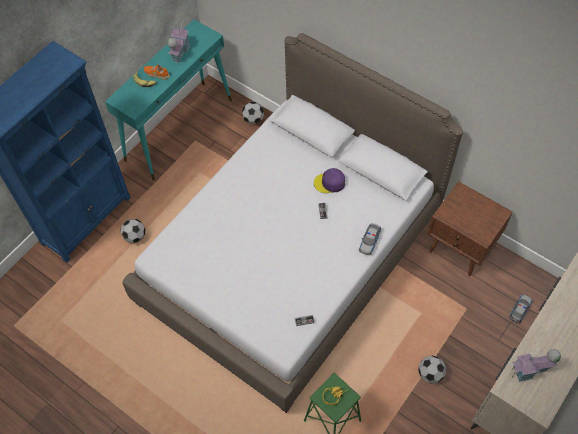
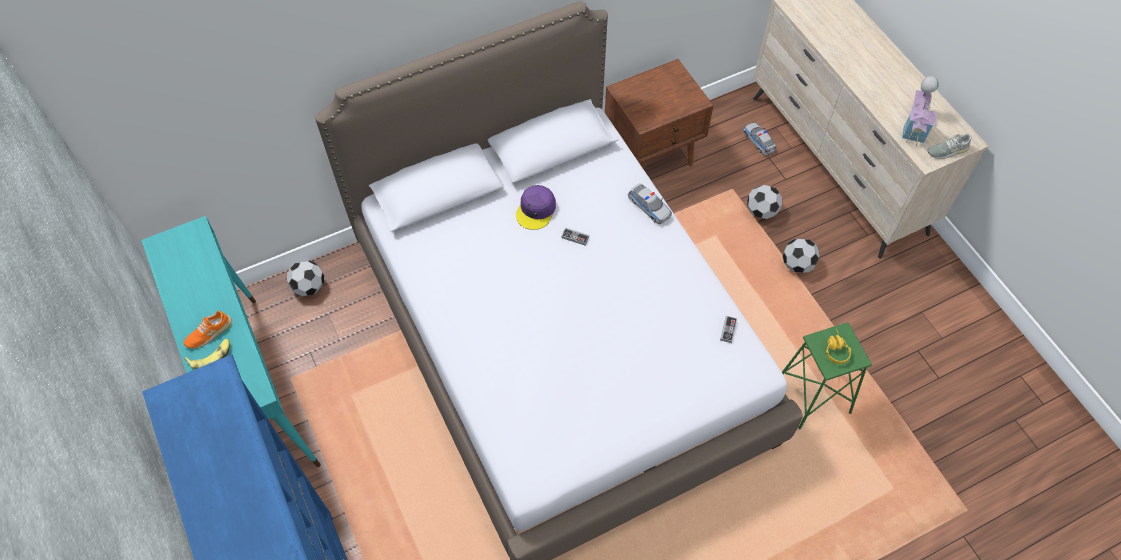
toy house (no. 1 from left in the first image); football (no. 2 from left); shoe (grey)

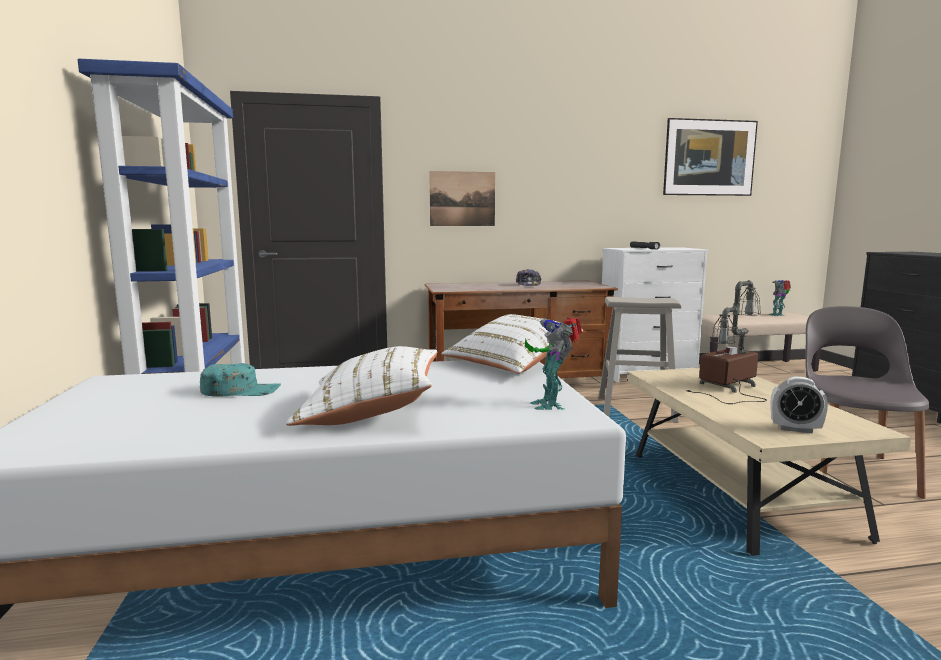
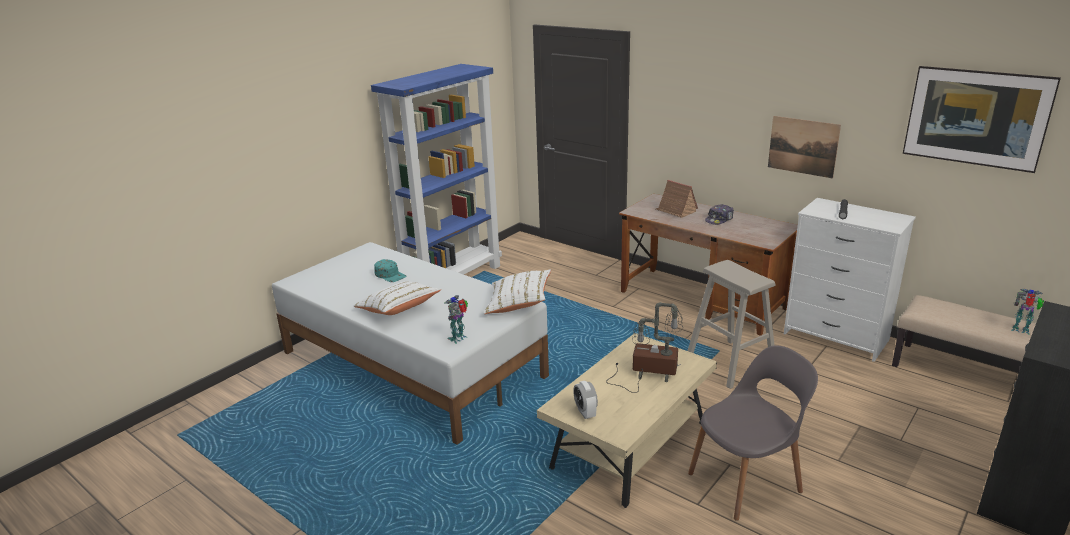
picture (no. 1 from left); toy house

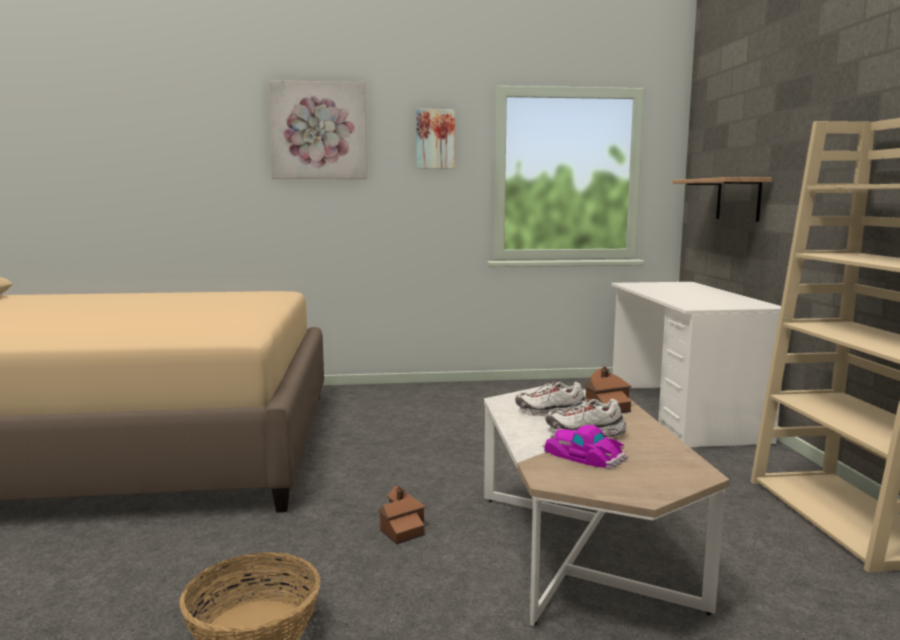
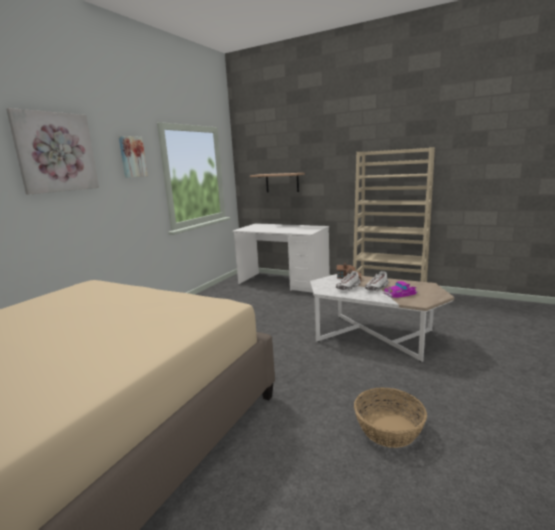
toy house (no. 1 from left in the first image)

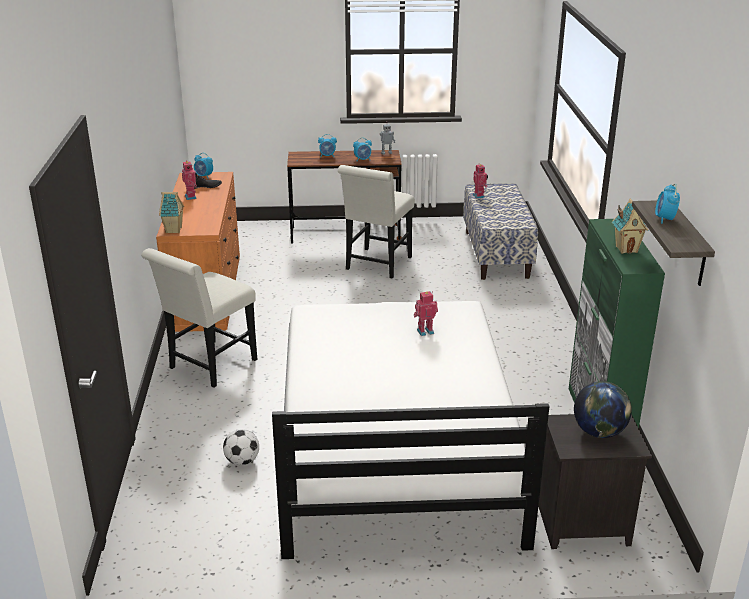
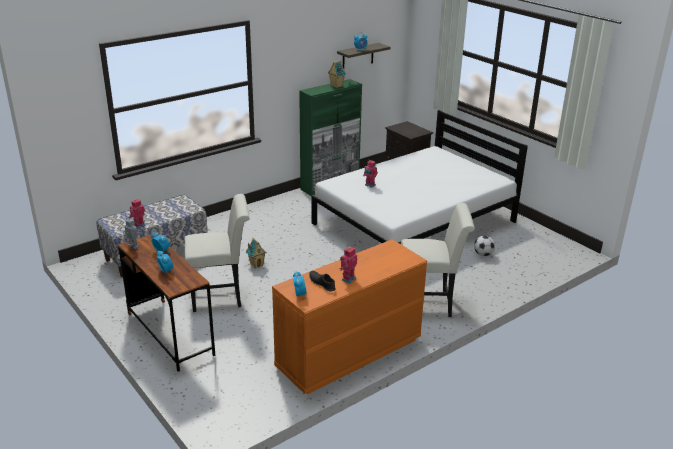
toy house (no. 1 from left); globe

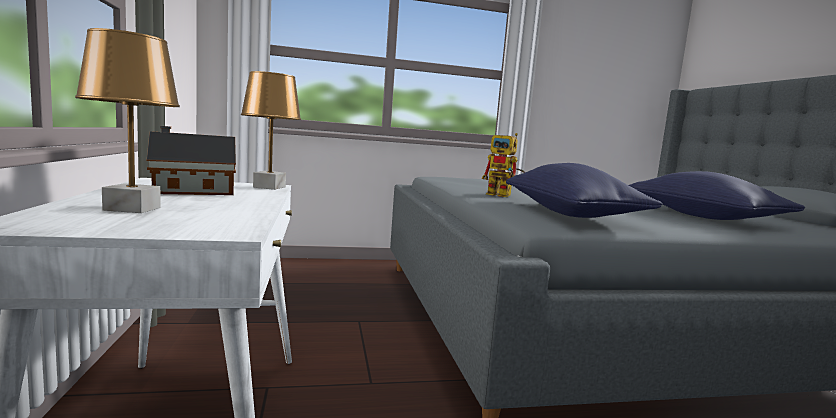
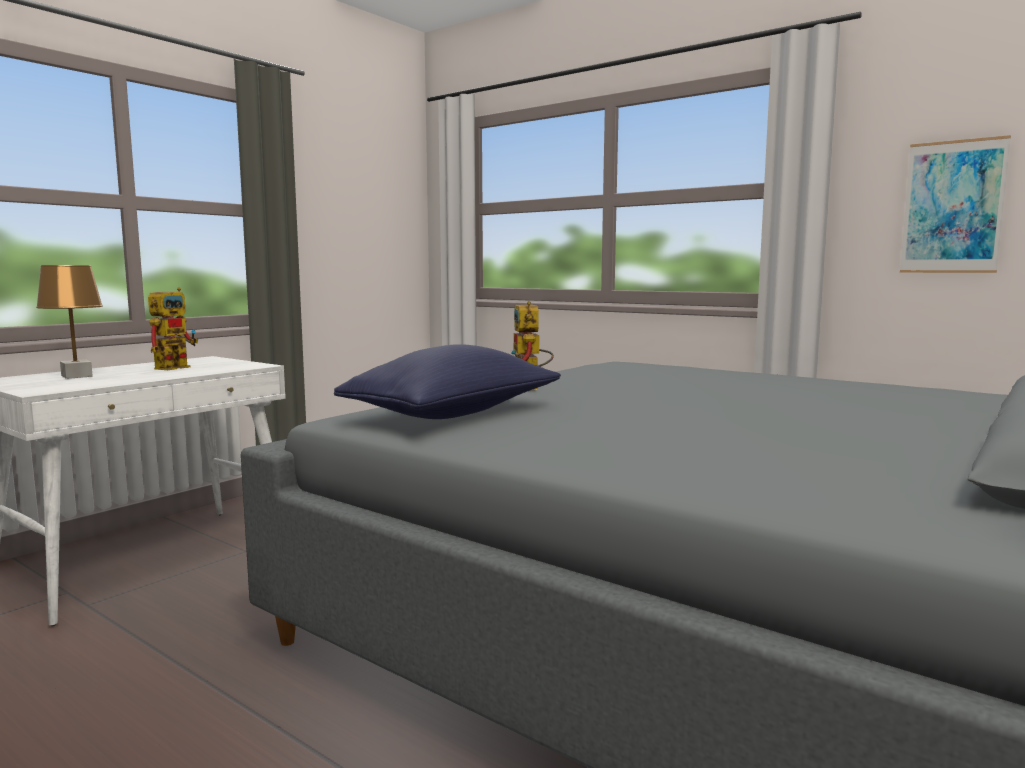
table lamp (brown) (no. 2 from left in the first image); toy robot (no. 1 from left); pillow (blue) (no. 2 from left in the first image); picture

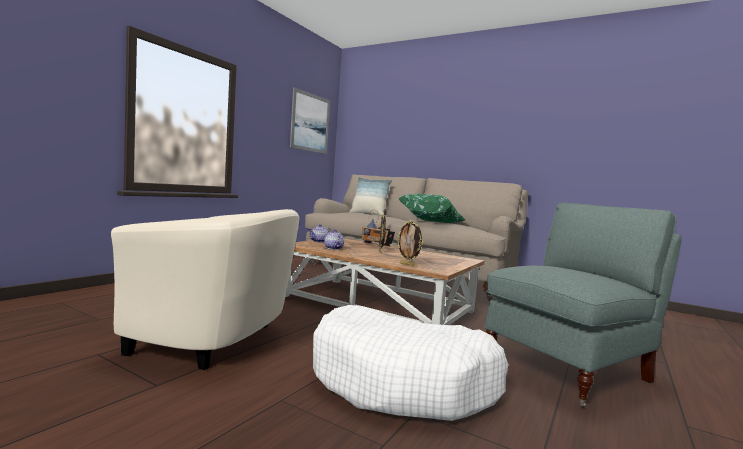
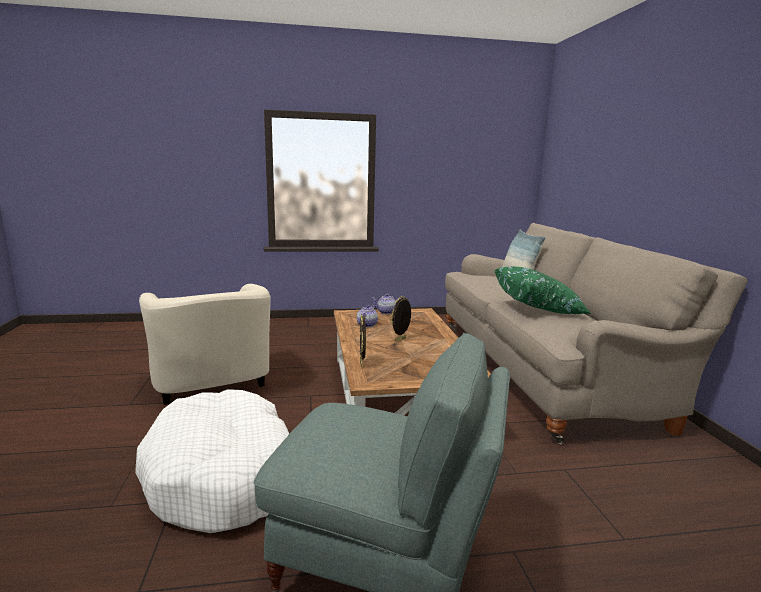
picture; radio

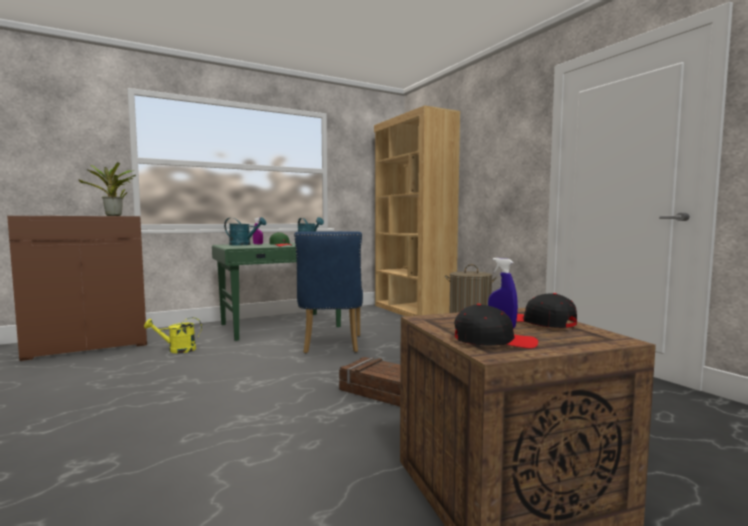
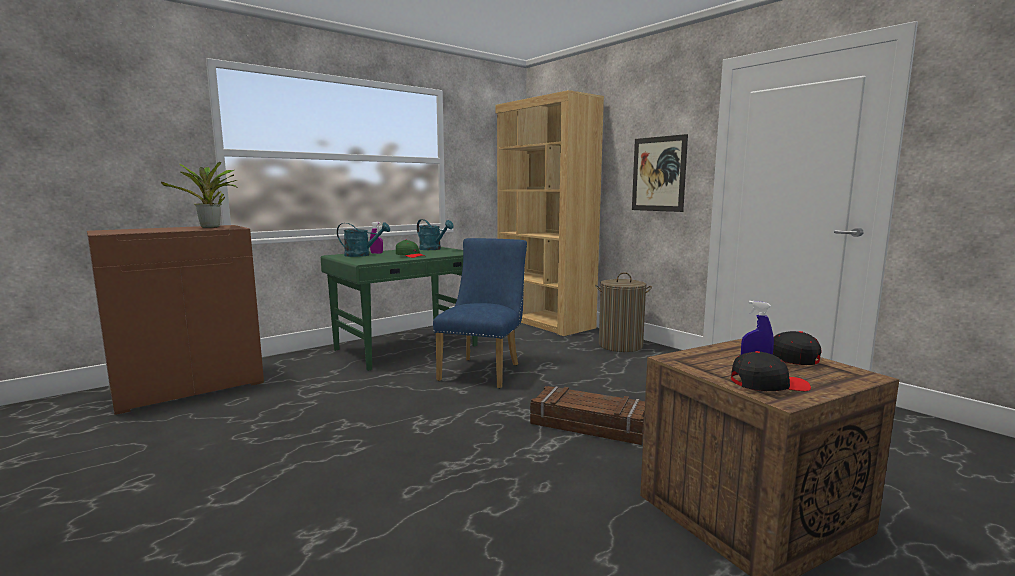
chair (blue); watering can (yellow); picture

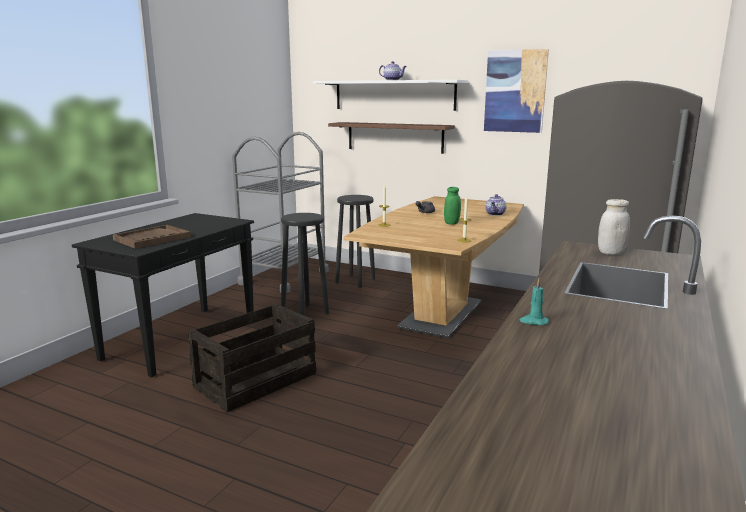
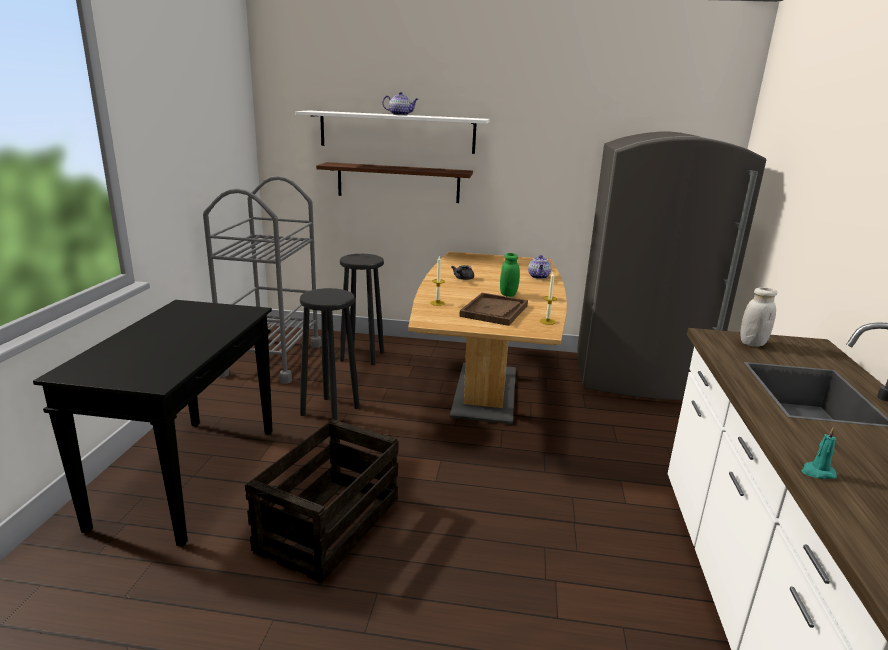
picture; tray (brown)

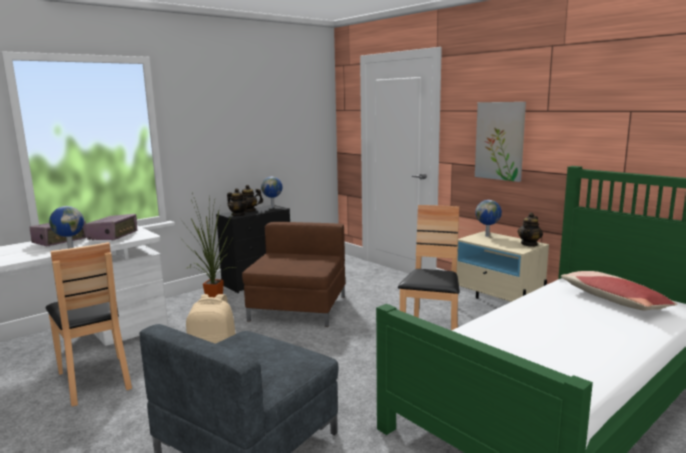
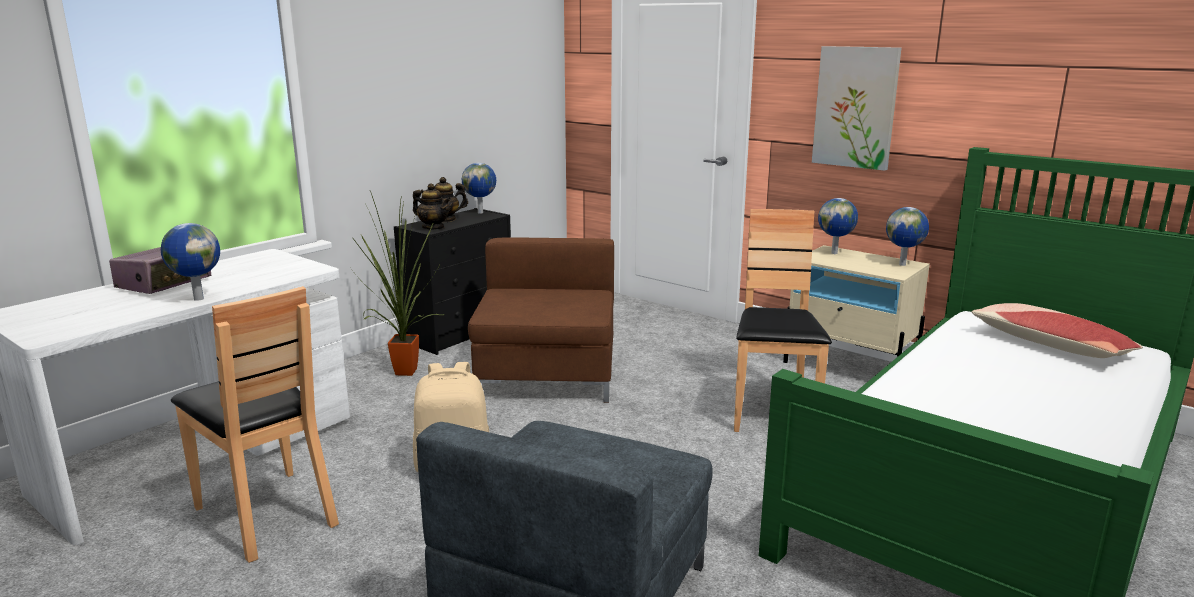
globe (no. 4 from left); radio (no. 2 from left in the first image)

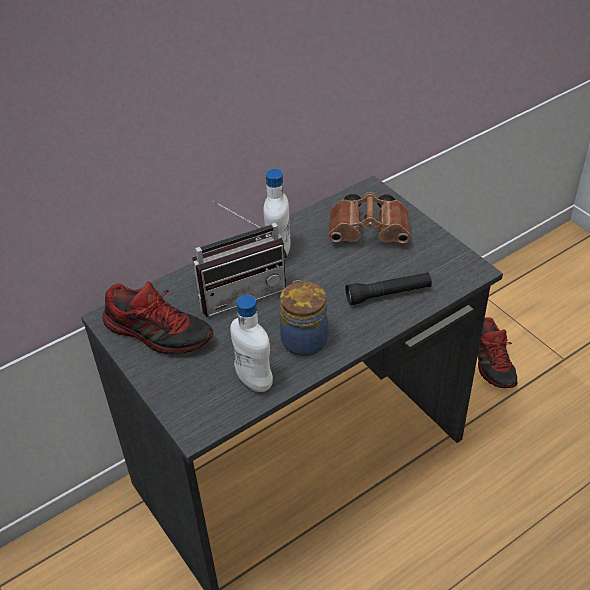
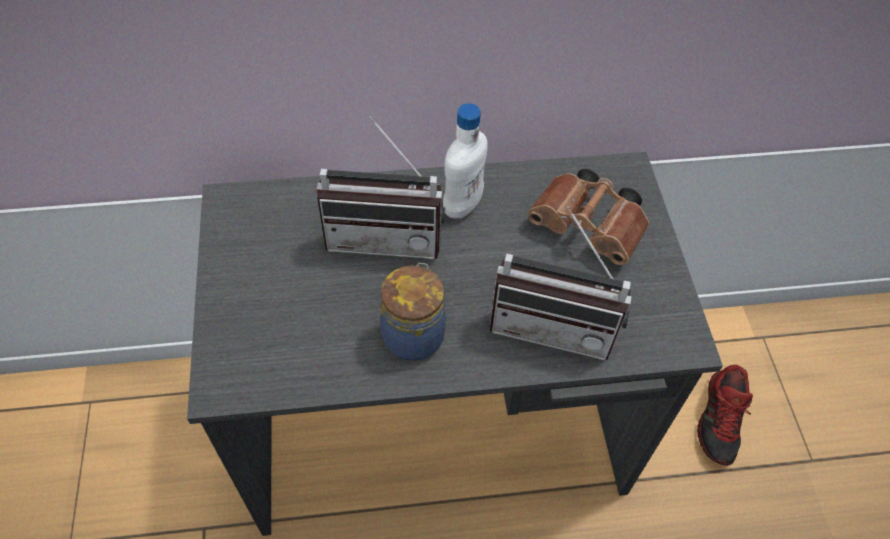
radio (no. 2 from left); shoe (no. 1 from left in the first image); bottle (white) (no. 1 from left in the first image)

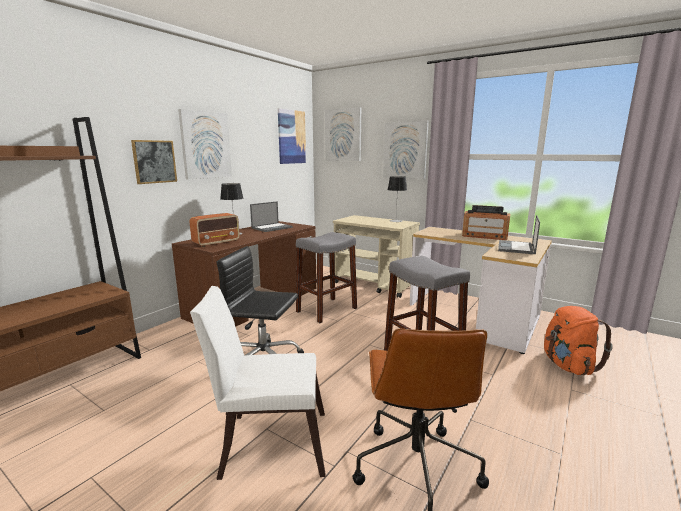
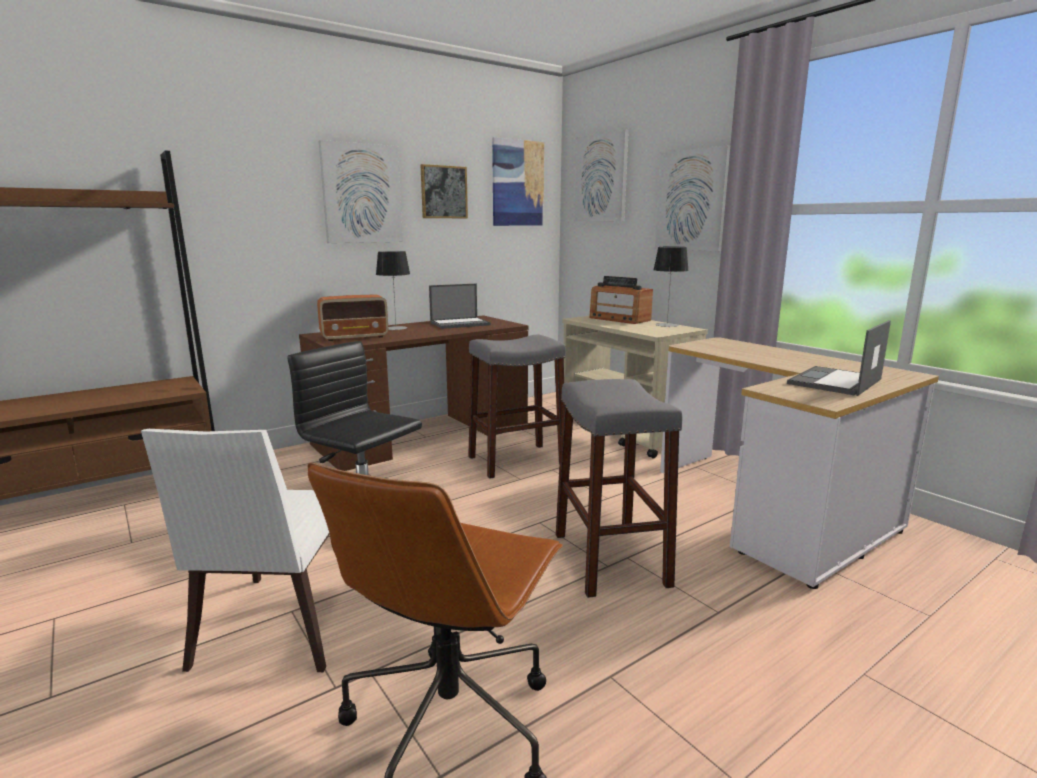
picture (no. 2 from left); radio (no. 2 from left); chair (white); backpack (orange)

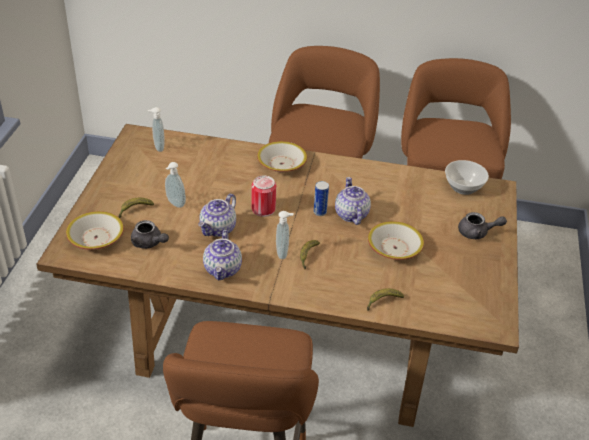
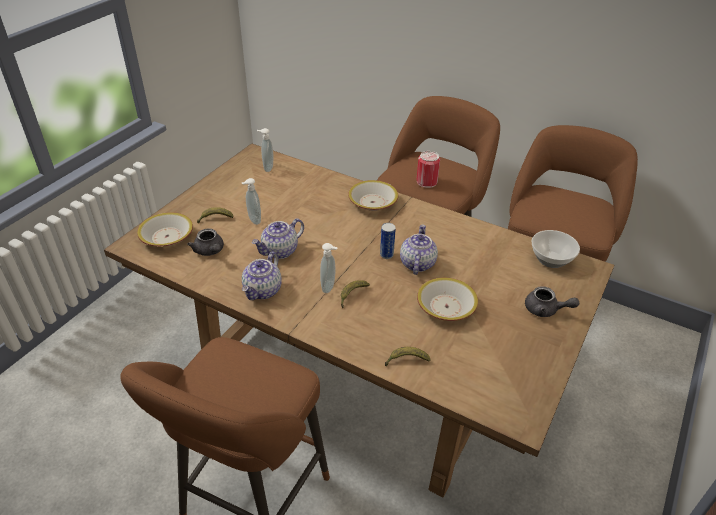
can (no. 2 from left)

